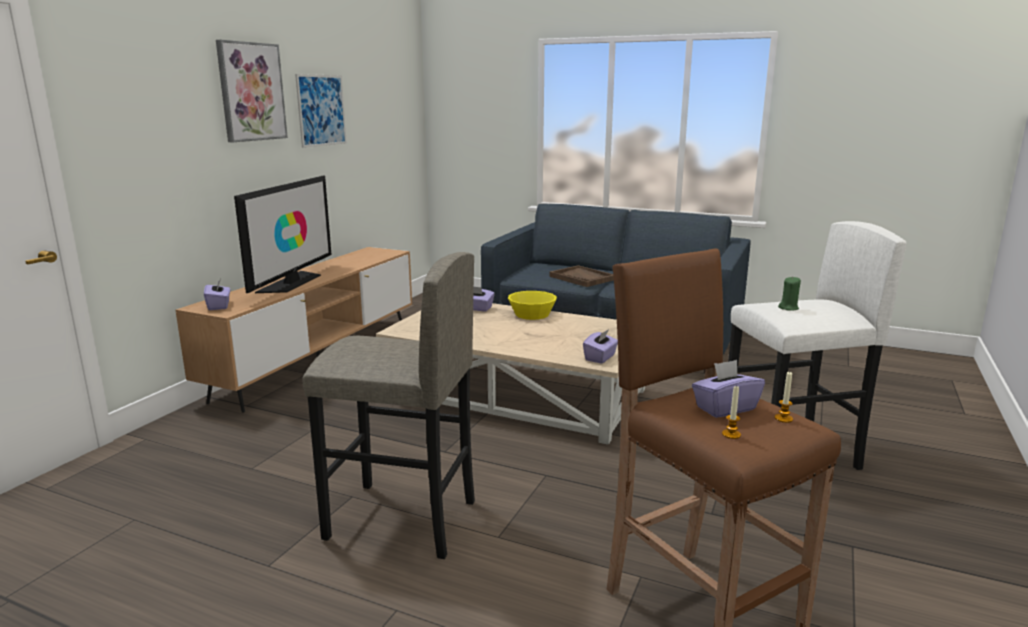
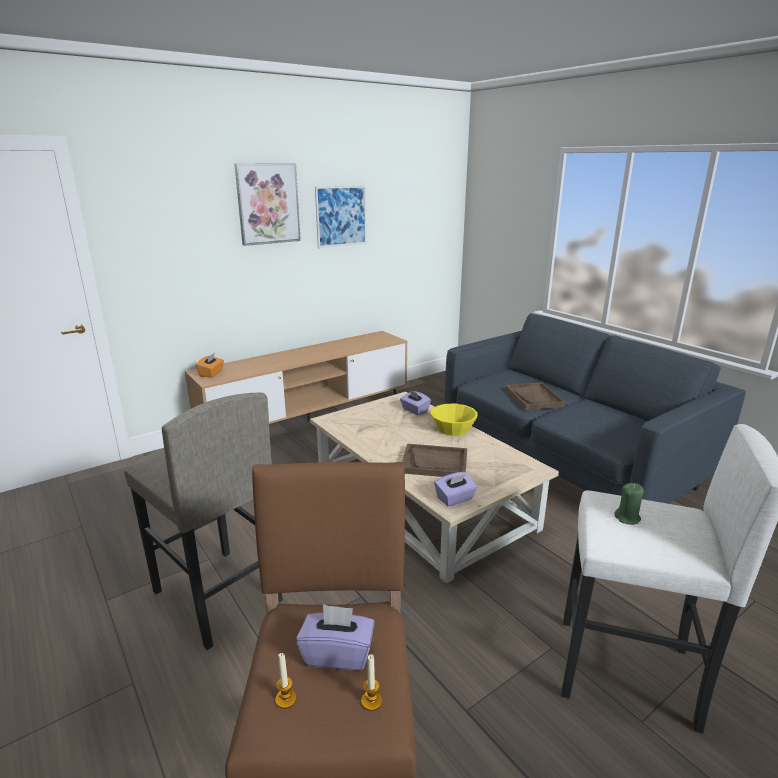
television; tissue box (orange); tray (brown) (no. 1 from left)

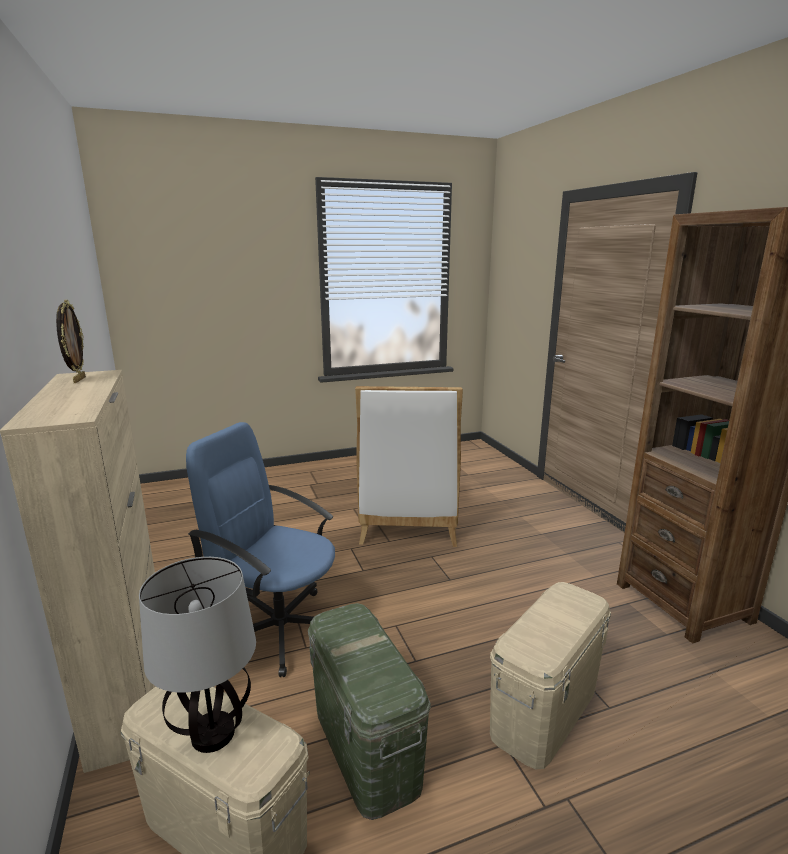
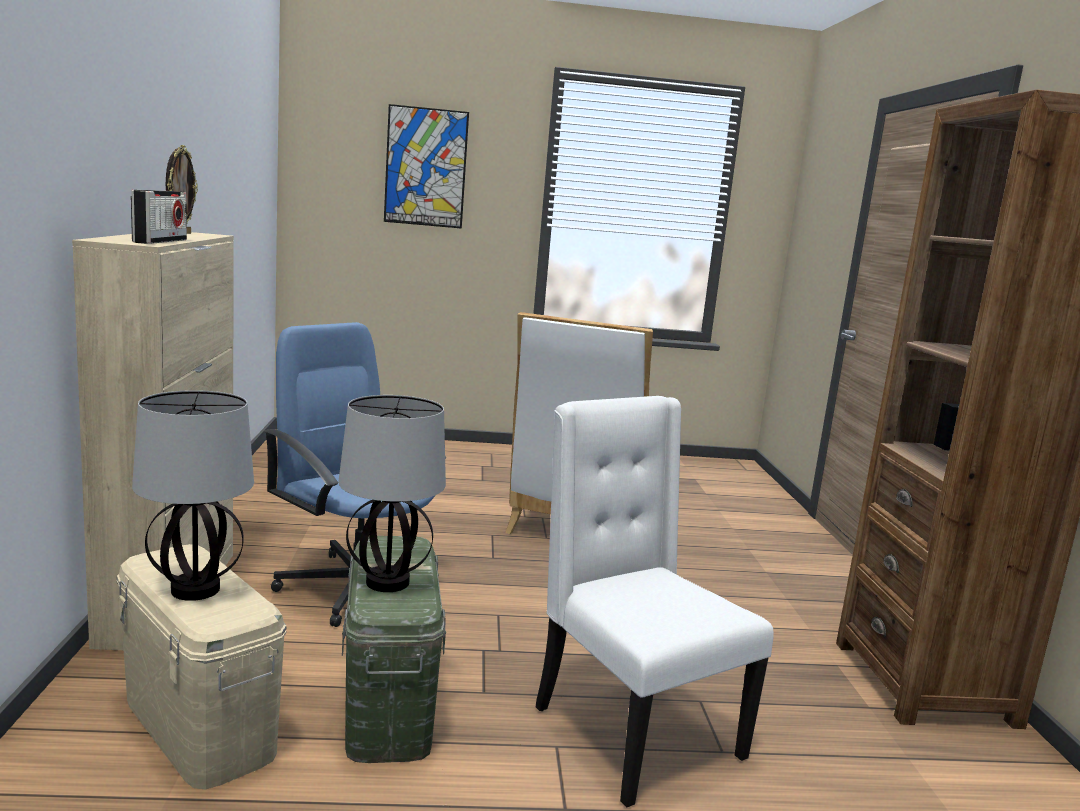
chair (white) (no. 2 from left); picture; radio; table lamp (no. 2 from left)

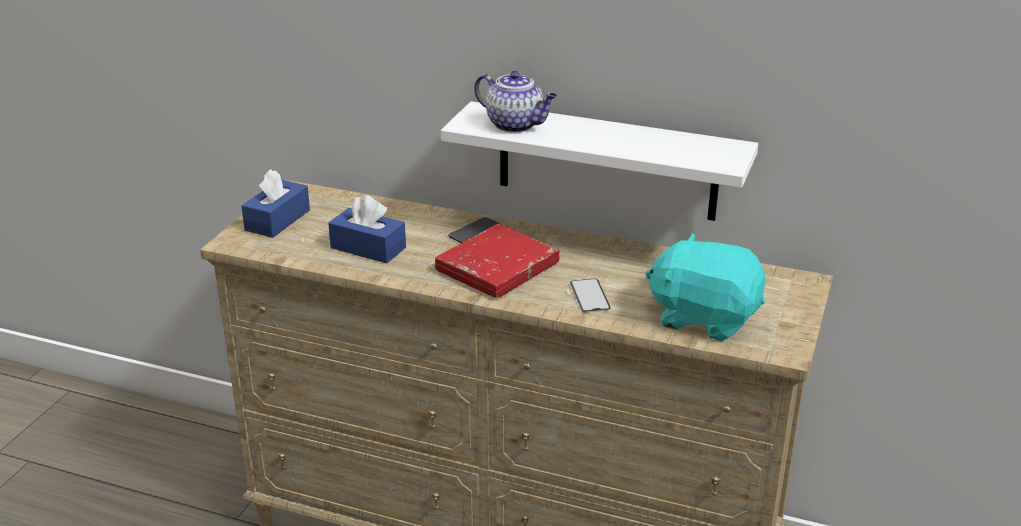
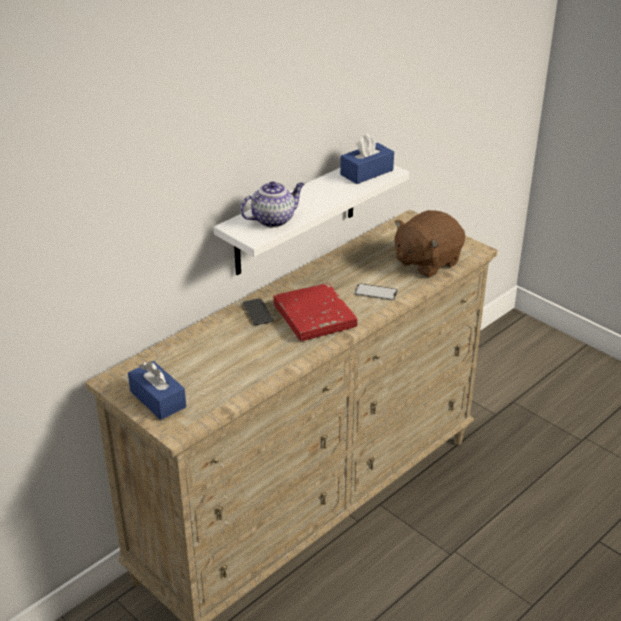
tissue box (blue) (no. 2 from left); plush toy (brown)

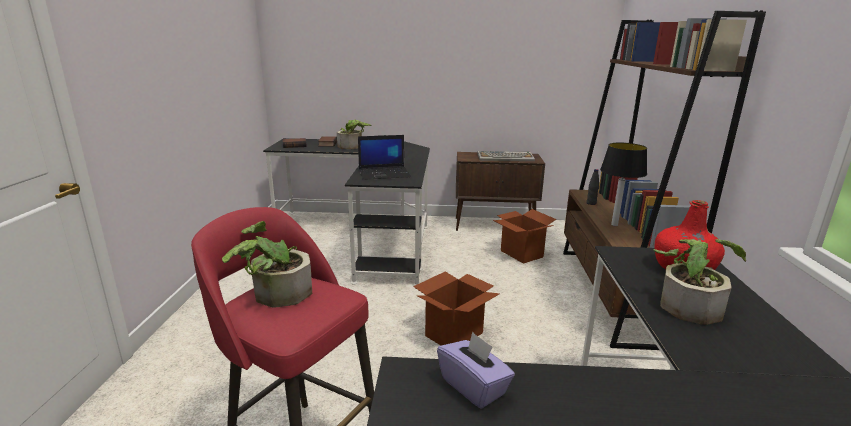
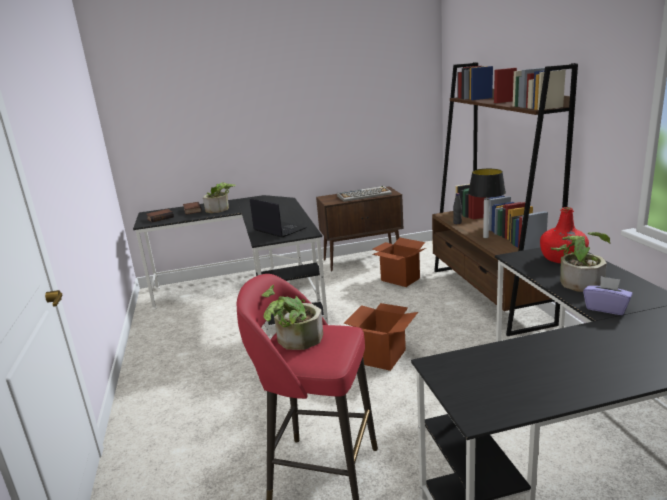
laptop; tissue box (purple)

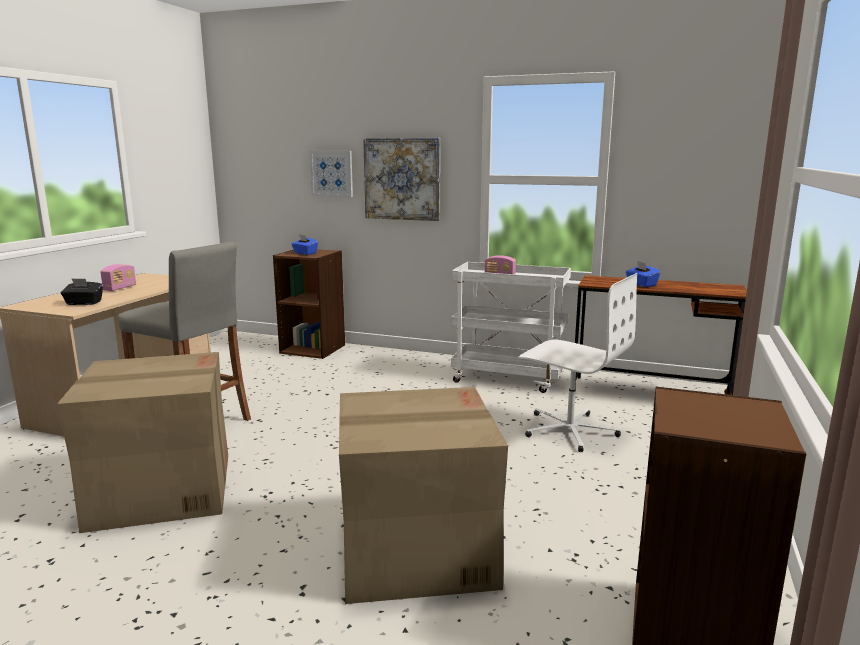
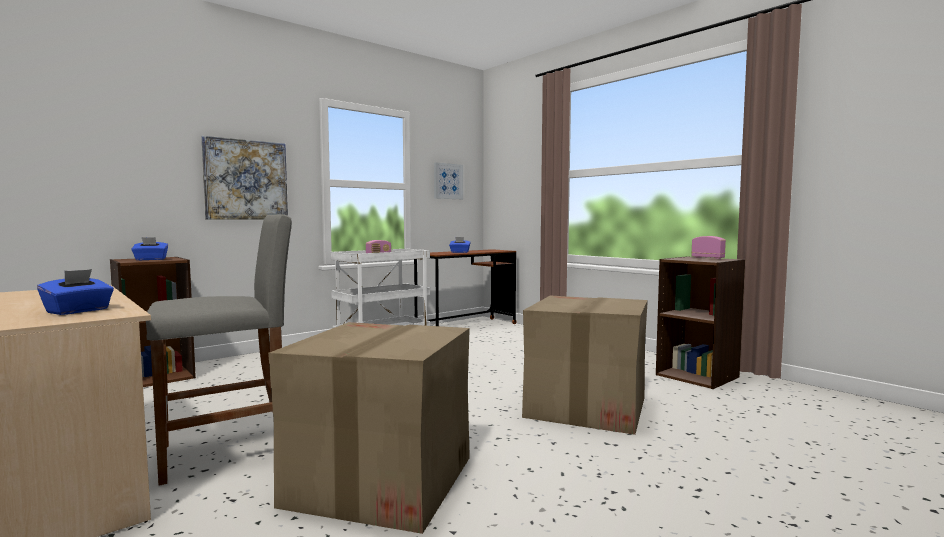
picture (no. 2 from left); radio (no. 2 from left); office chair (white); tissue box (blue) (no. 1 from left)

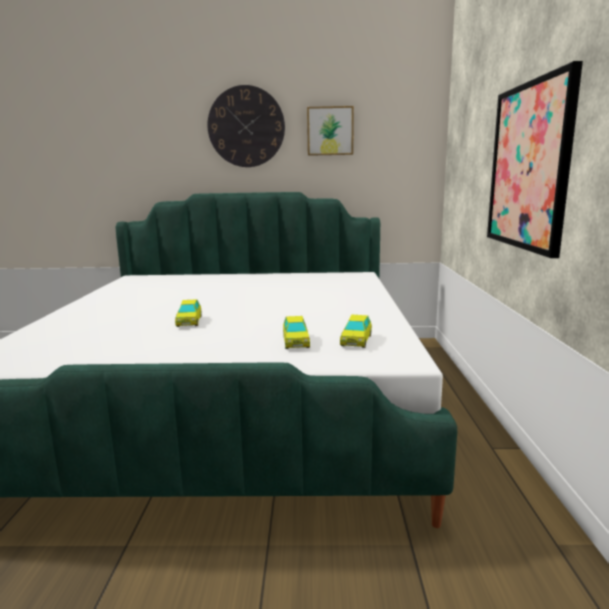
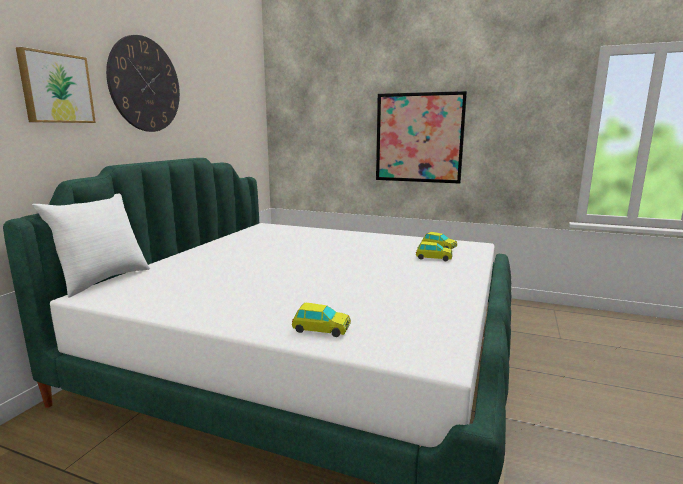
picture (no. 1 from left); toy car (no. 1 from left); pillow (white)

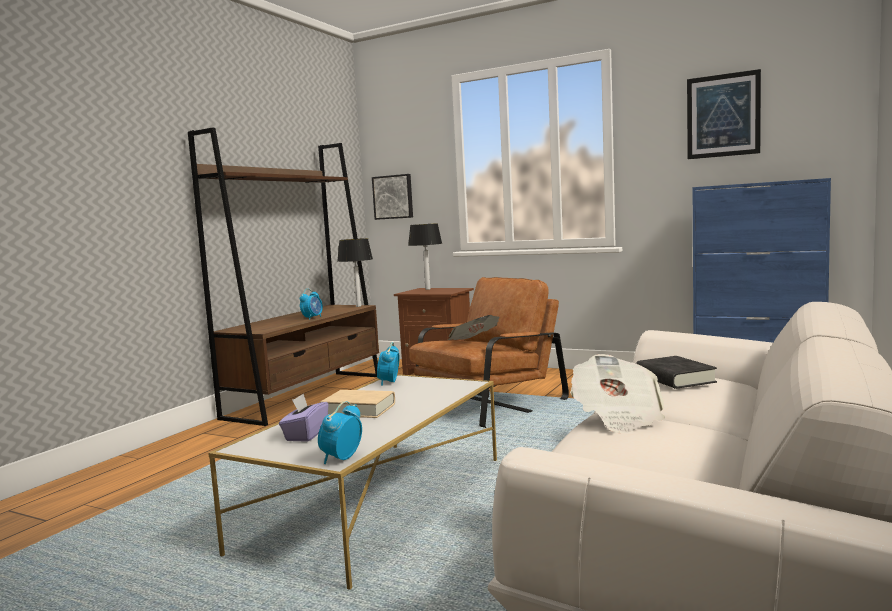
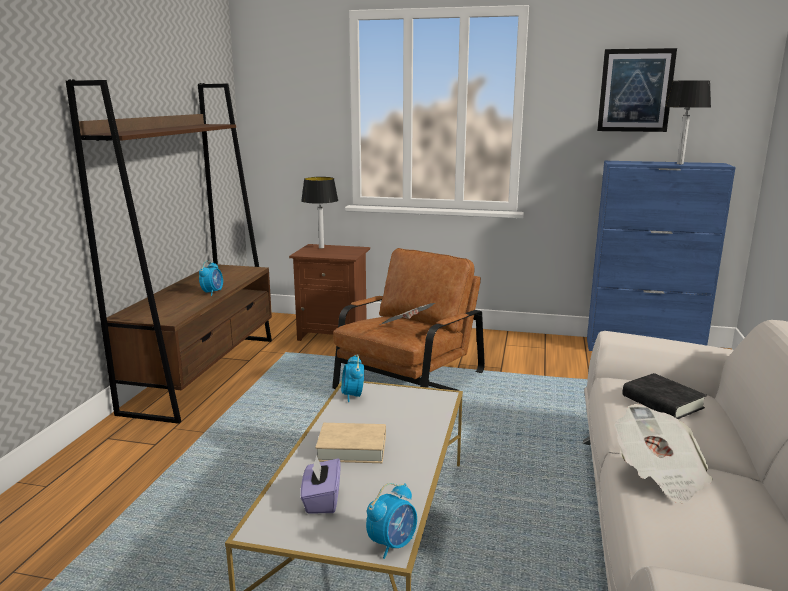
picture (no. 1 from left in the first image); table lamp (no. 2 from left); alarm clock (no. 3 from left)

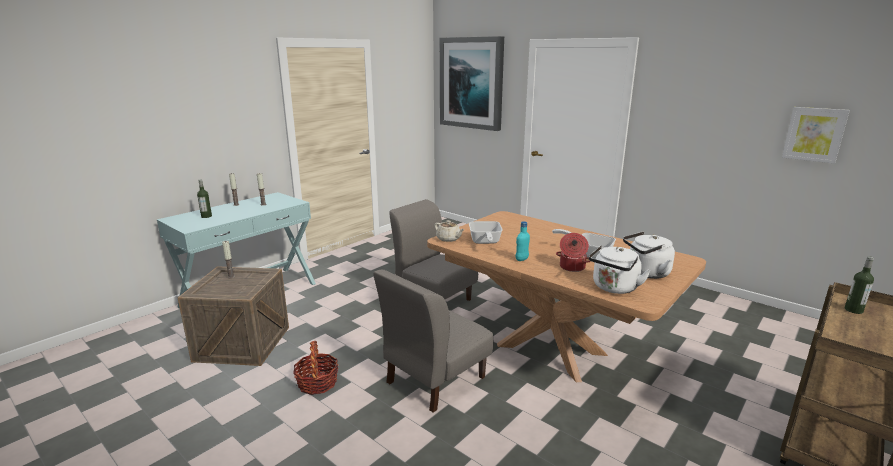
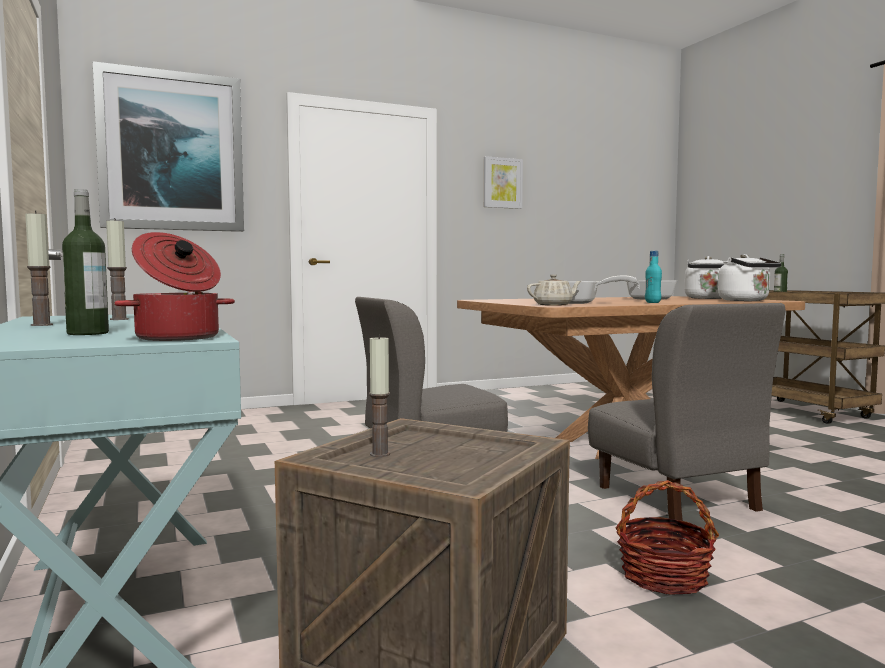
picture (no. 2 from left); cooking pot

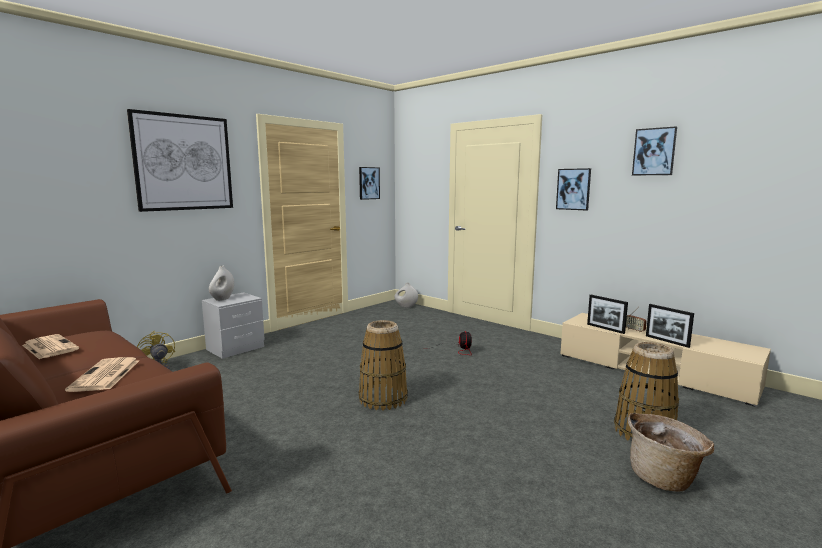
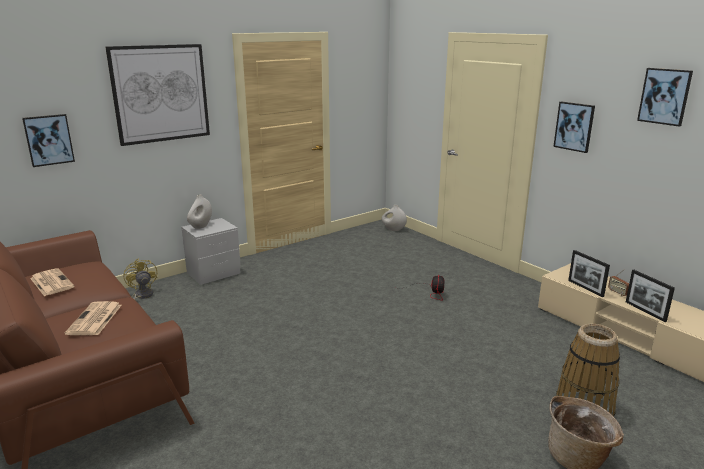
picture (no. 1 from left); basket (no. 1 from left in the first image)

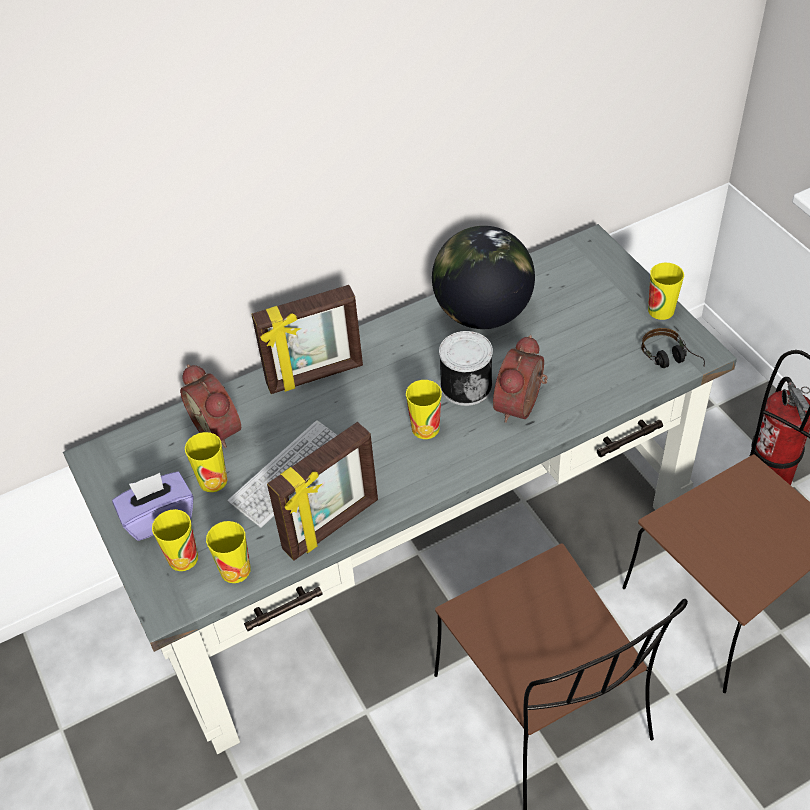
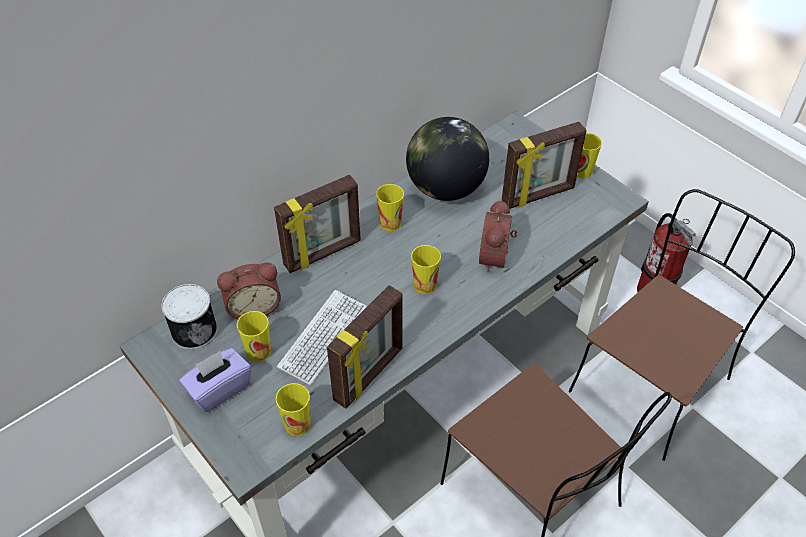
headphones; can; alarm clock (no. 1 from left); cup (no. 3 from left); picture frame (no. 3 from left)

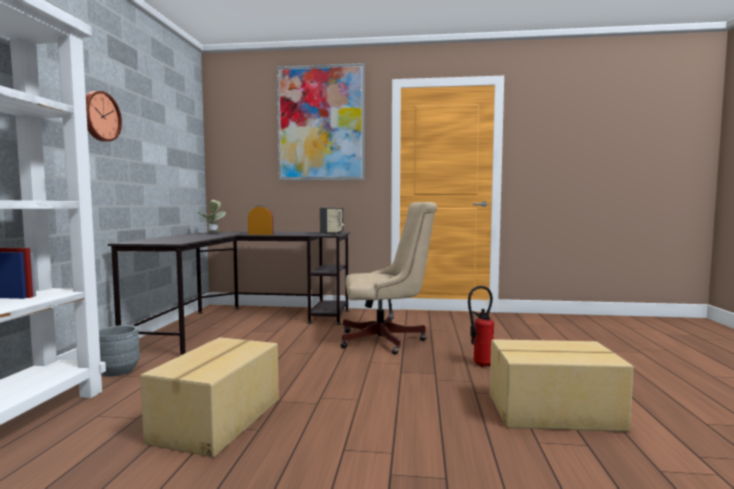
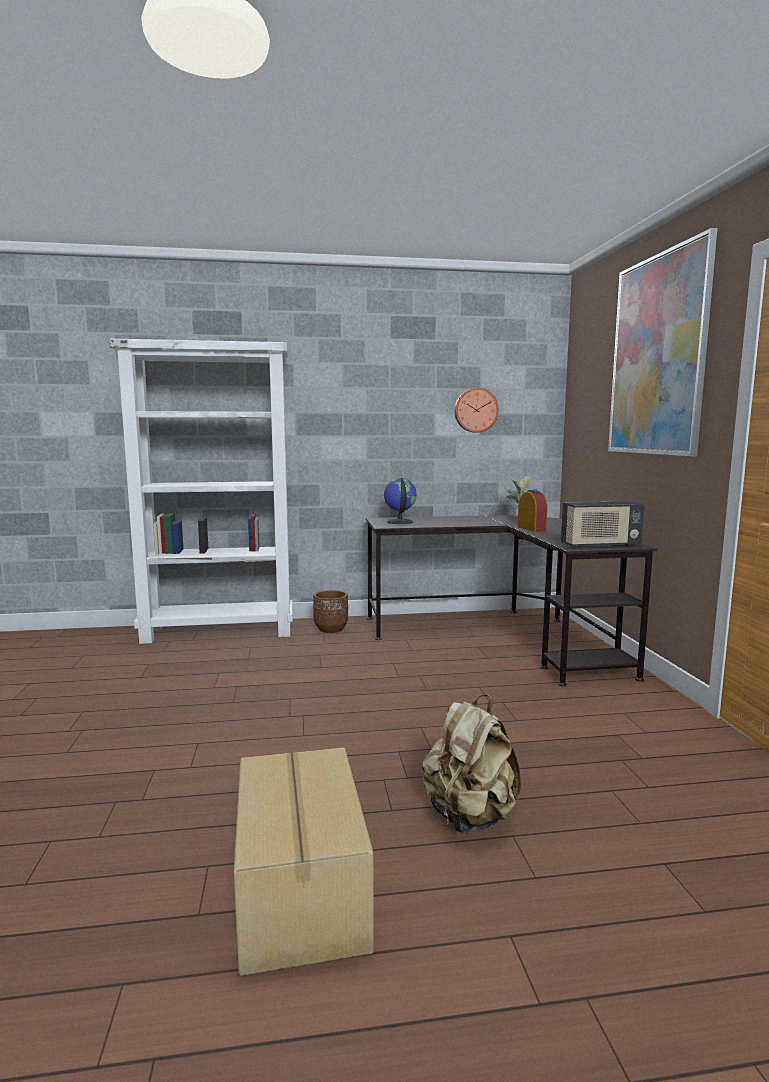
wall clock; office chair (beige); backpack (beige); planter (brown); cardboard box (no. 1 from left in the first image); globe

